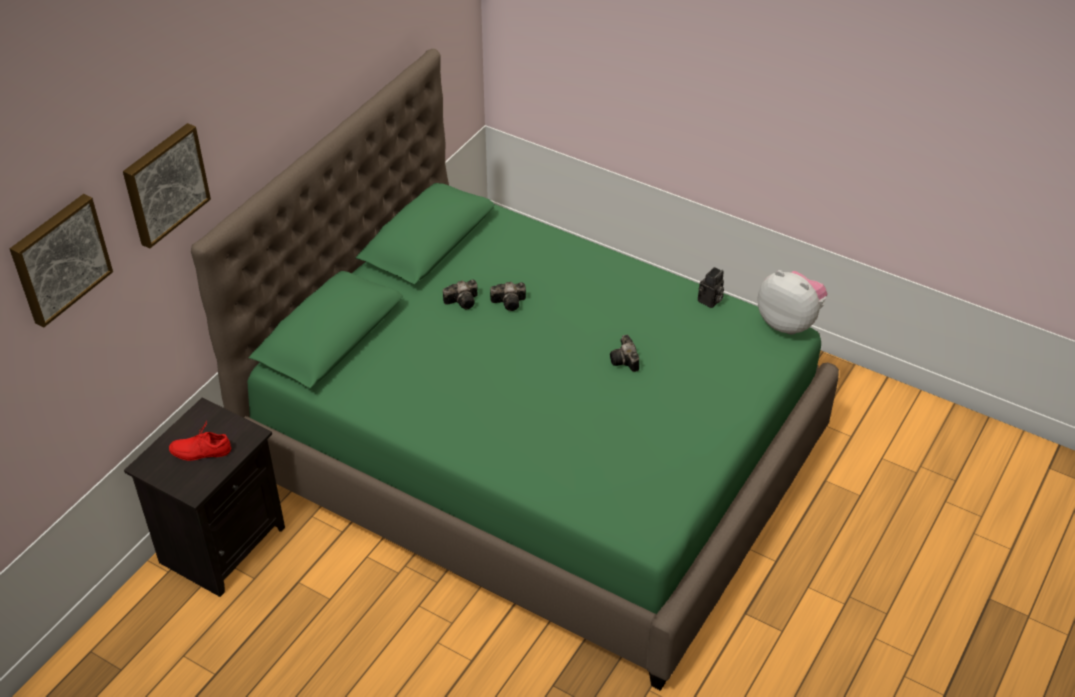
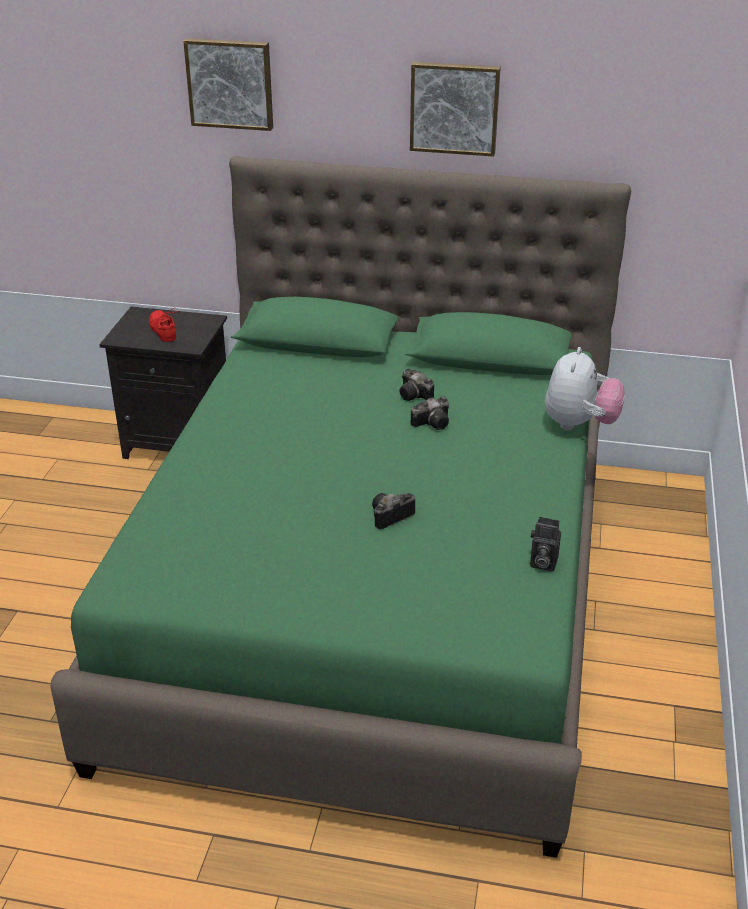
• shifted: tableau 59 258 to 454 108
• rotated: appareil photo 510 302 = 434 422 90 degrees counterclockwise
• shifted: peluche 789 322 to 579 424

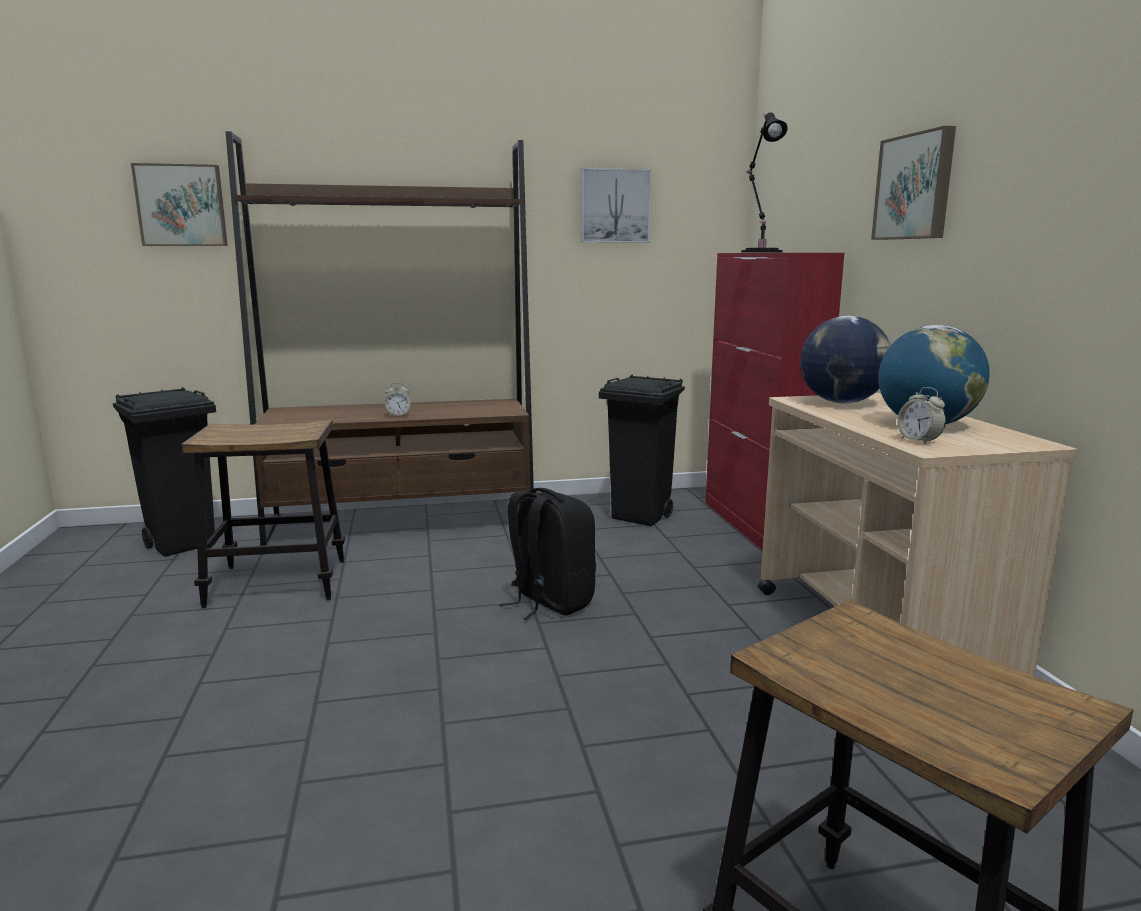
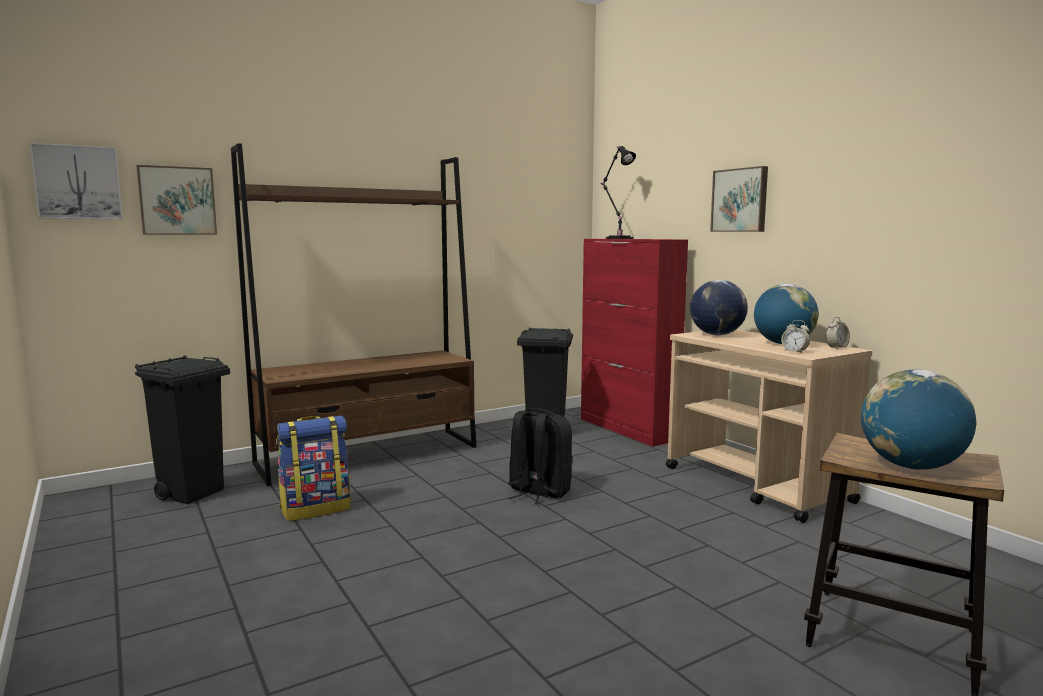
• swapped: tabouret 278 583 to sac à dos 316 508
• shifted: réveil 398 415 to 836 348
• shifted: tableau 614 206 to 78 182
• new: globe 911 466

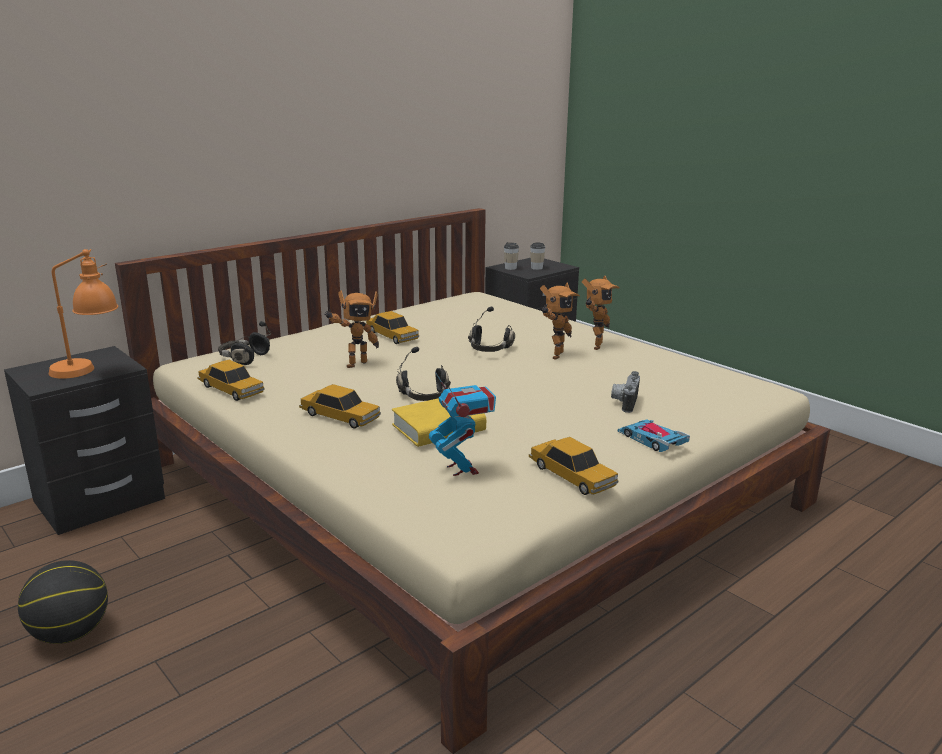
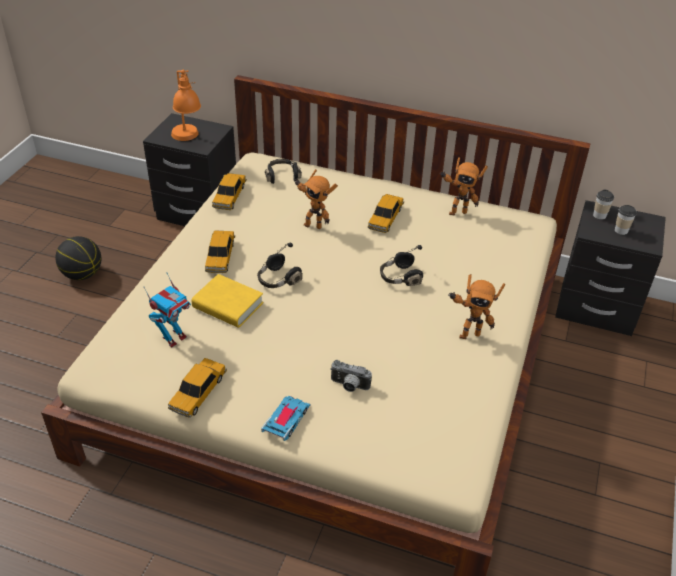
• shifted: robot jouet 554 355 to 457 212
• rotated: appareil photo 623 403 = 349 386 150 degrees counterclockwise

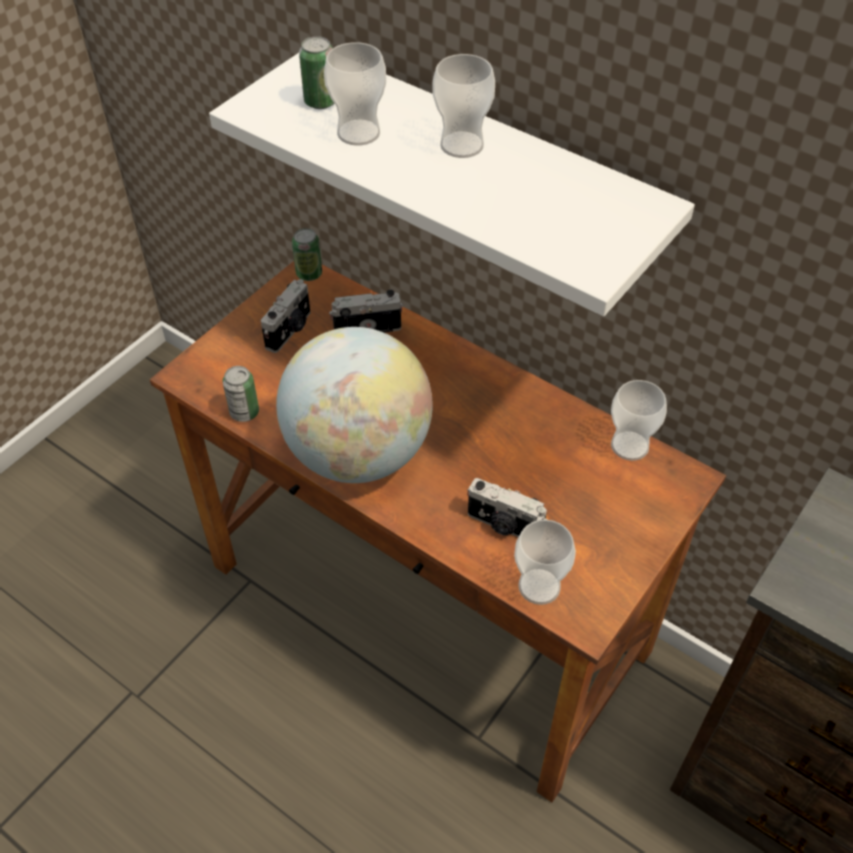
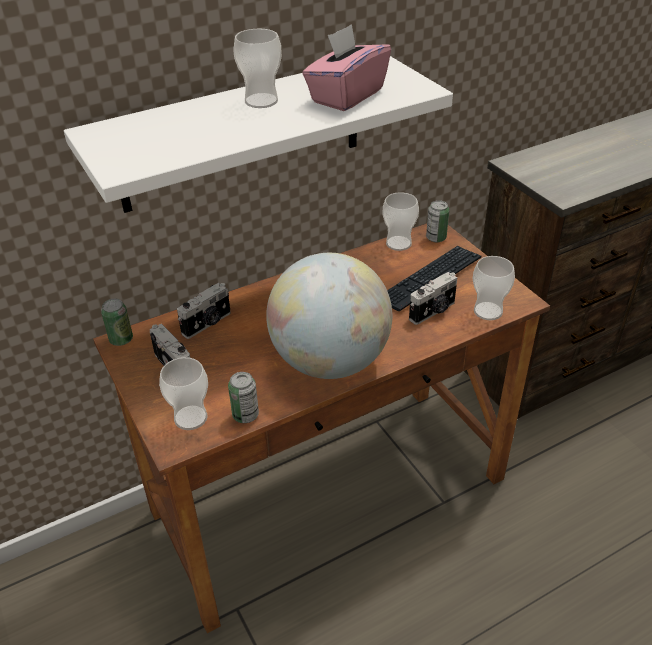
• shifted: boîte métallique 320 102 to 436 238
• shifted: tasse 358 133 to 190 418
• rotated: appareil photo 367 327 = 208 324 150 degrees counterclockwise
• new: boîte à mouchoirs/rose 346 96
• new: clavier 430 279

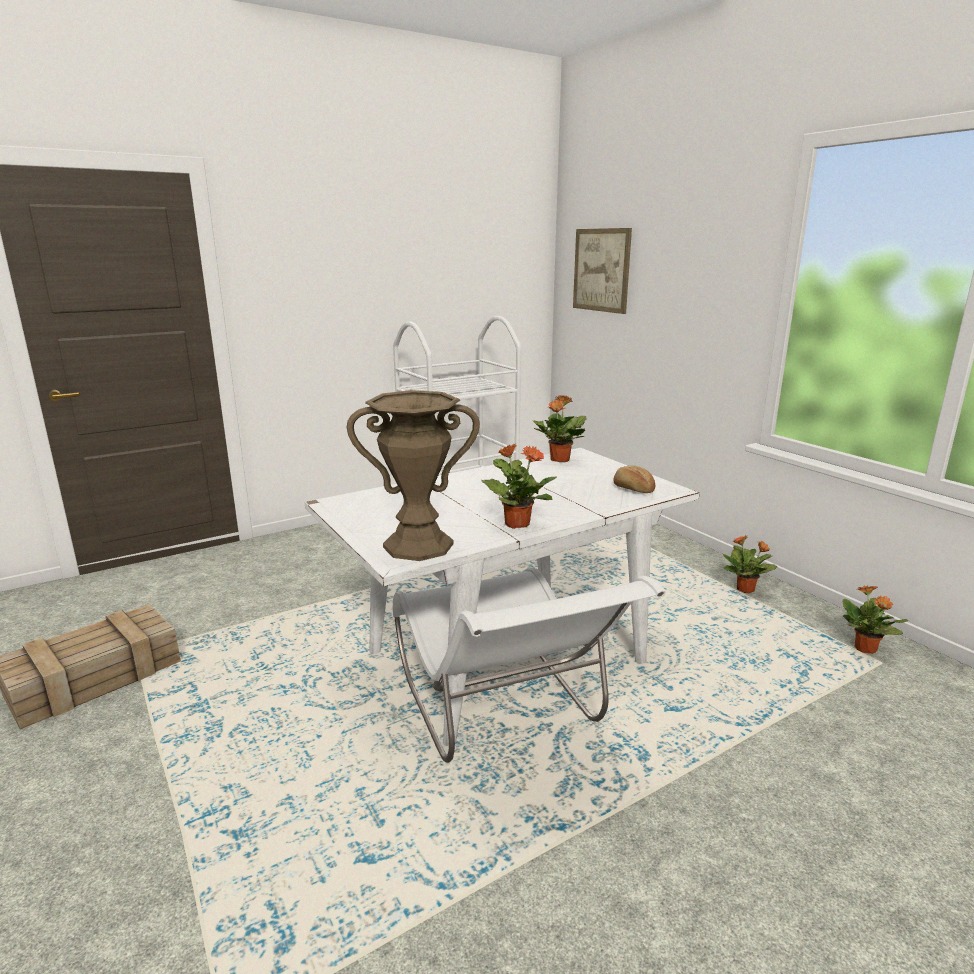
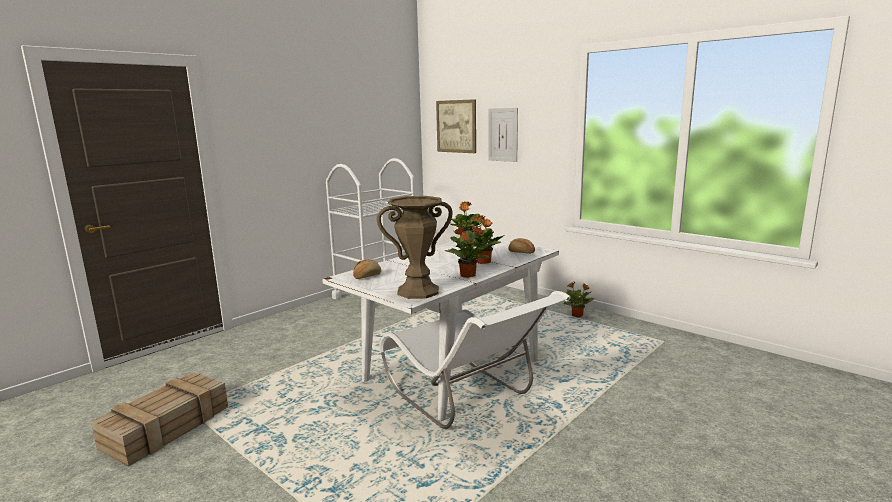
• shifted: plante en pot 865 649 to 484 262
• new: pain 367 276
• new: tableau 503 135

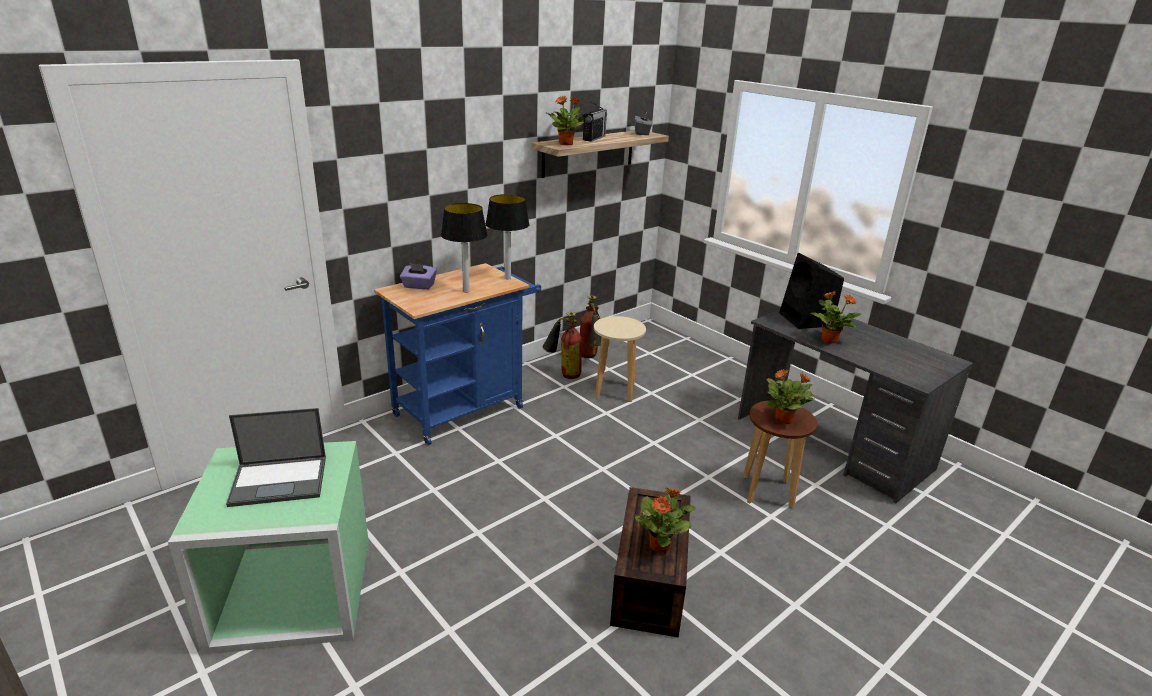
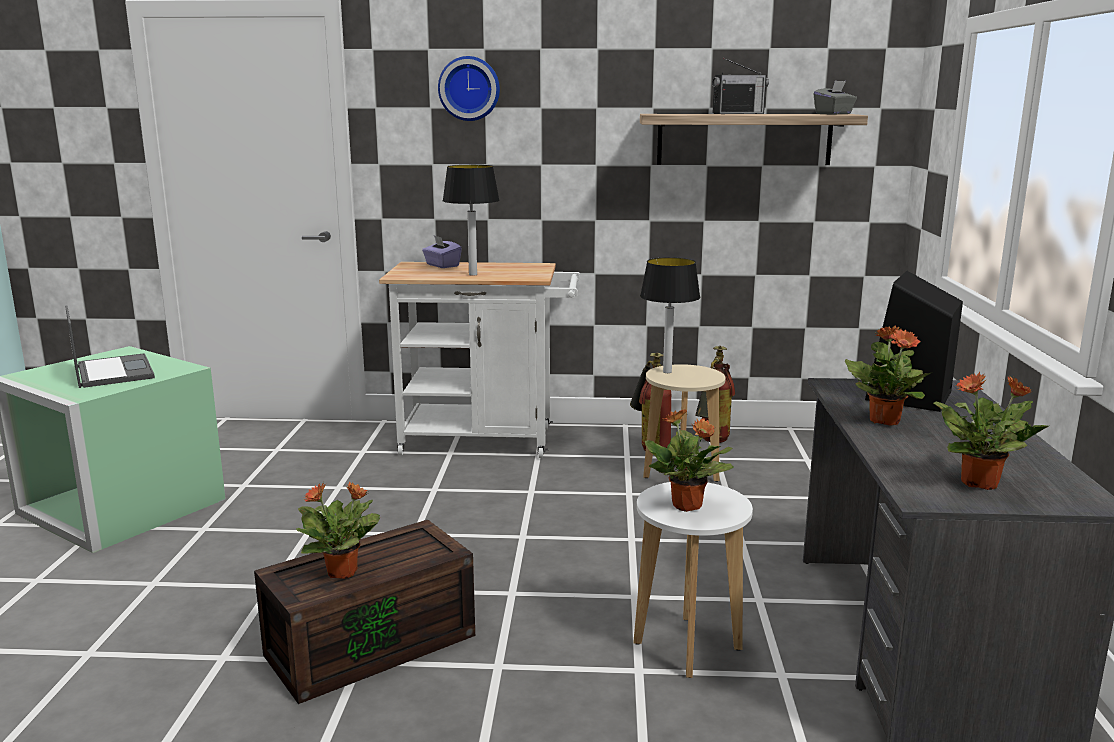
• rotated: ordinateur portable 280 480 = 113 371 150 degrees counterclockwise
• repainted: chariot/bleu 465 408 to chariot/blanc 487 441
• shifted: lampe de table 507 278 to 666 372
• shifted: plante en pot 566 144 to 981 483
• repainted: tabouret/marron 767 492 to tabouret/blanc 686 646
• new: horloge murale 469 88

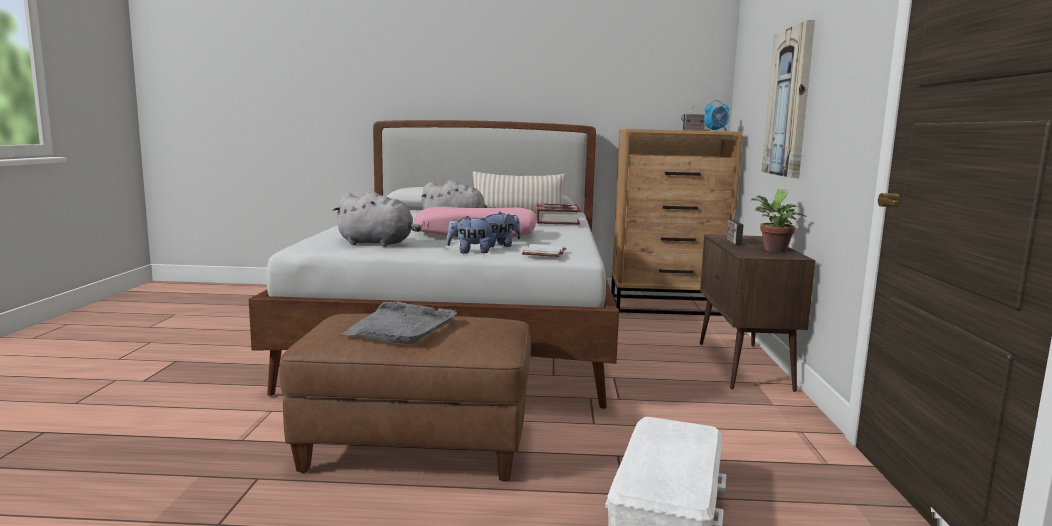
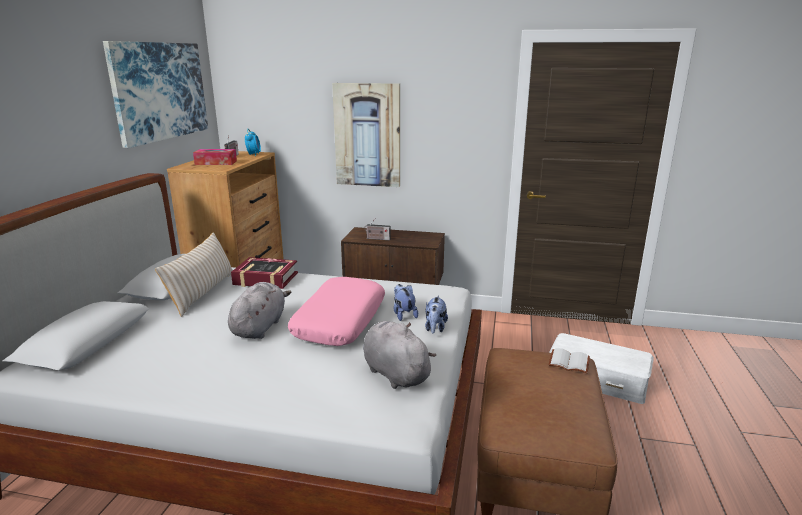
• rotated: peluche/gris 378 244 = 394 372 60 degrees counterclockwise
• gone: plateau/gris 401 327
• shifted: livre/blanc 545 253 to 569 362
• gone: plante en pot 774 250
• new: tableau 160 91
• new: boîte à mouchoirs 216 163

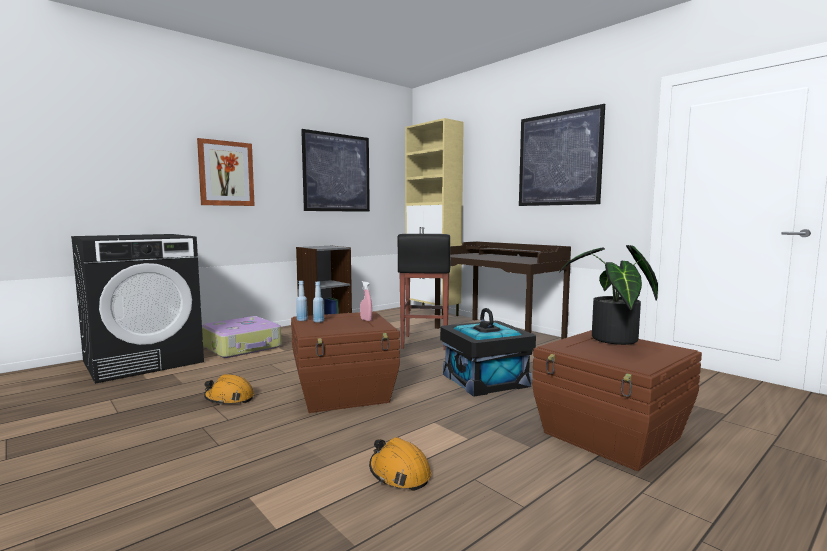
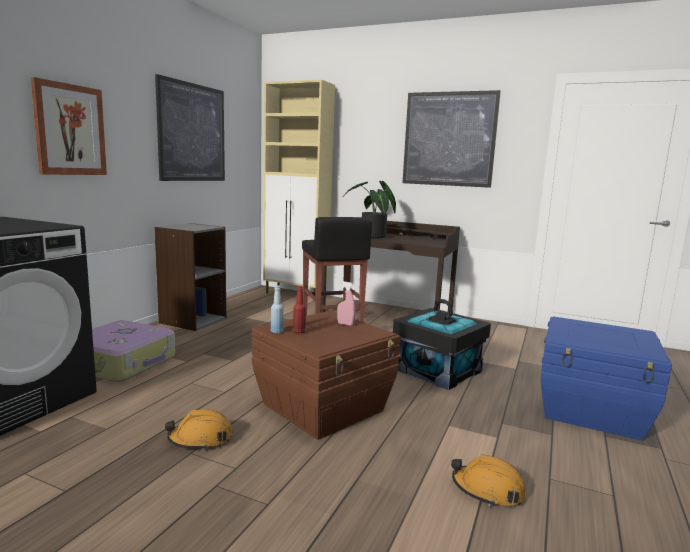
• repainted: bouteille/bleu 318 321 to bouteille/rouge 299 332
• repainted: boîte de rangement/marron 612 436 to boîte de rangement/bleu 592 411
• shifted: plante en pot 612 340 to 372 237

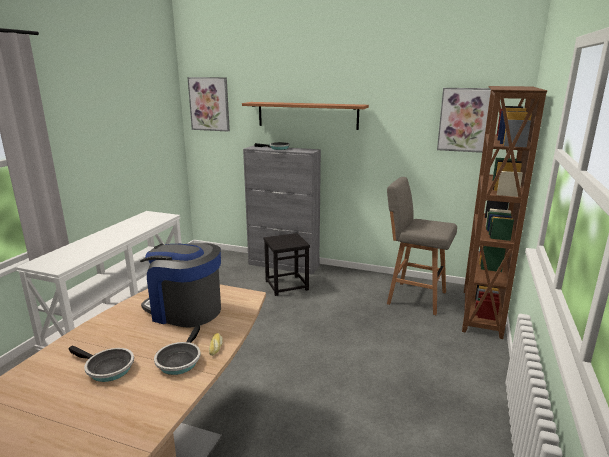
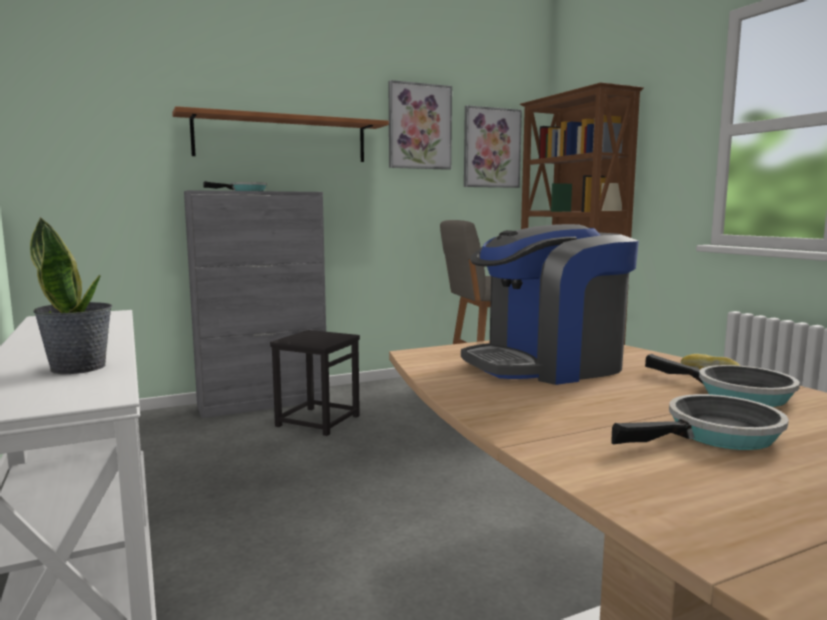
• shifted: tableau 209 104 to 419 126
• new: plante en pot 79 367

